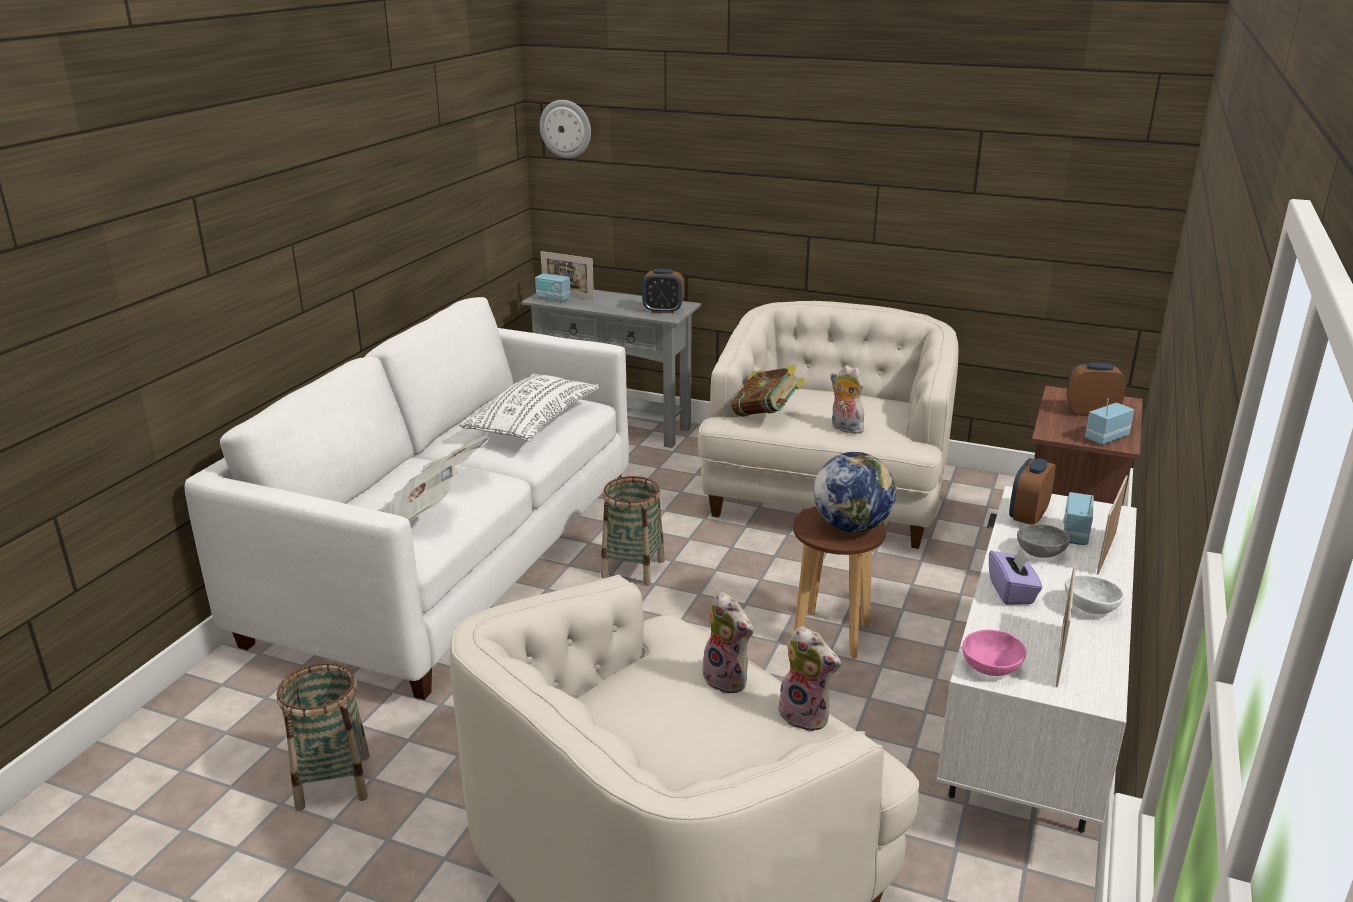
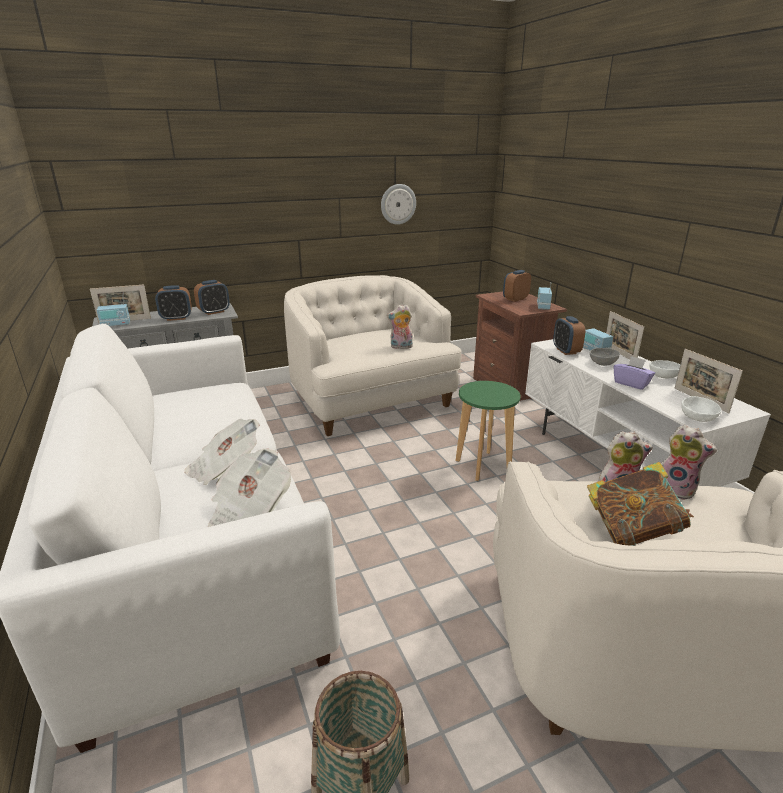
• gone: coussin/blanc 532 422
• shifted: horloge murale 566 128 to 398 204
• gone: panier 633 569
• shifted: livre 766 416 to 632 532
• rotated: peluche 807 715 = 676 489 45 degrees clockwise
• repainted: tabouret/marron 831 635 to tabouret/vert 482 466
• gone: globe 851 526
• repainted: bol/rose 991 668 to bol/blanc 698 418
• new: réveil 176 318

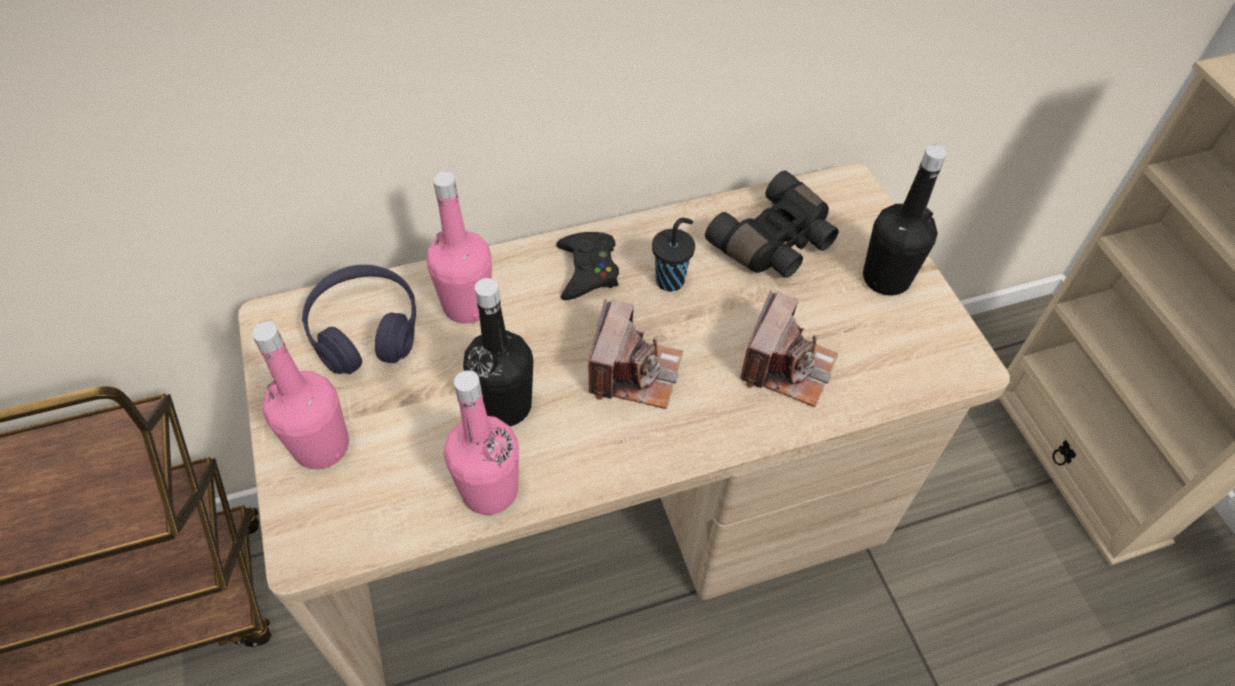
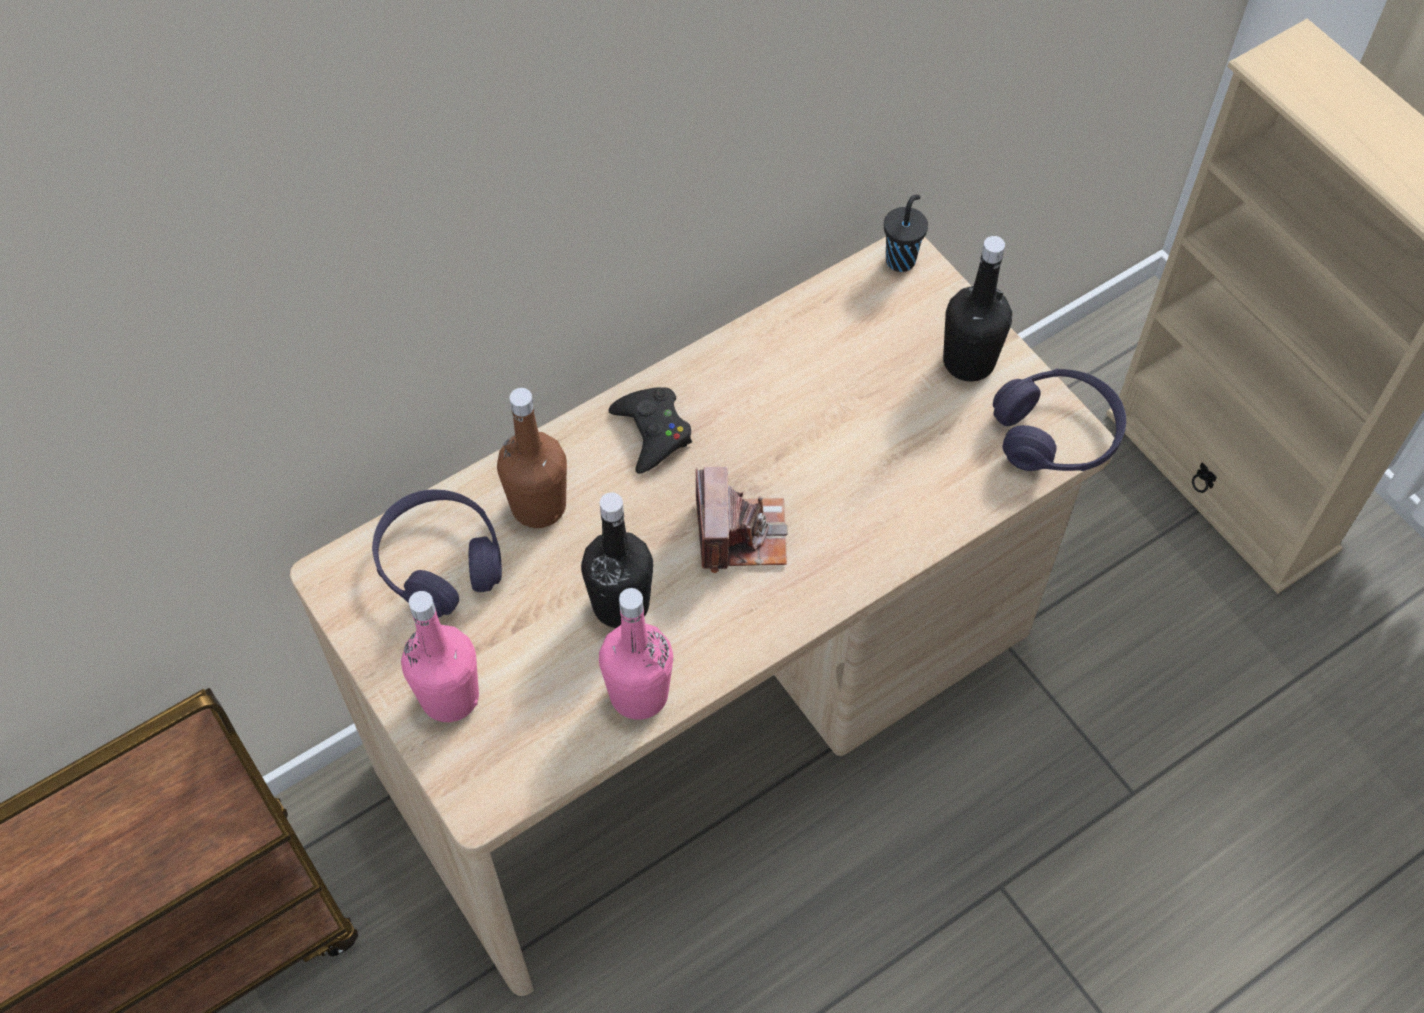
• repainted: bouteille/rose 467 305 to bouteille/marron 538 506
• shifted: tasse/noir 671 280 to 901 259
• gone: jumelles/noir 776 243
• gone: appareil photo 786 366
• new: casque audio/violet 1056 434

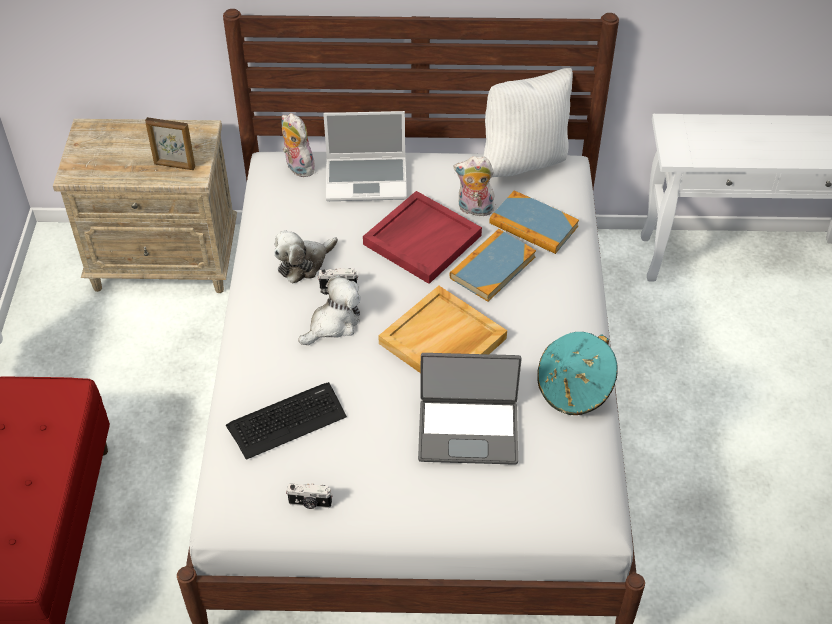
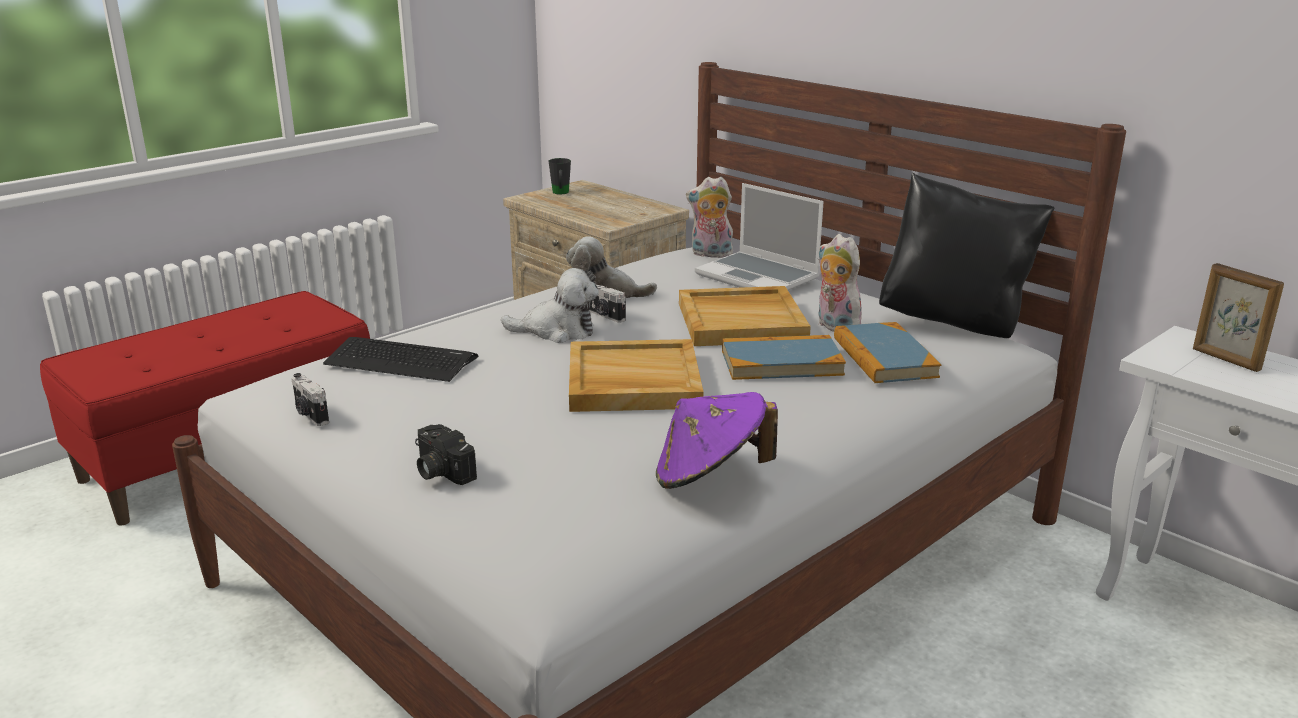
• shifted: cadre photo 174 166 to 1225 360
• rotated: peluche 297 167 = 710 254 90 degrees counterclockwise
• repainted: plateau/rouge 422 239 to plateau/beige 742 321
• gone: ordinateur portable 468 430
• repainted: coussin/blanc 524 162 to coussin/noir 954 324
• repainted: chapeau/turquoise 574 389 to chapeau/violet 710 476
• new: appareil photo 440 471
• new: mug/noir 560 193

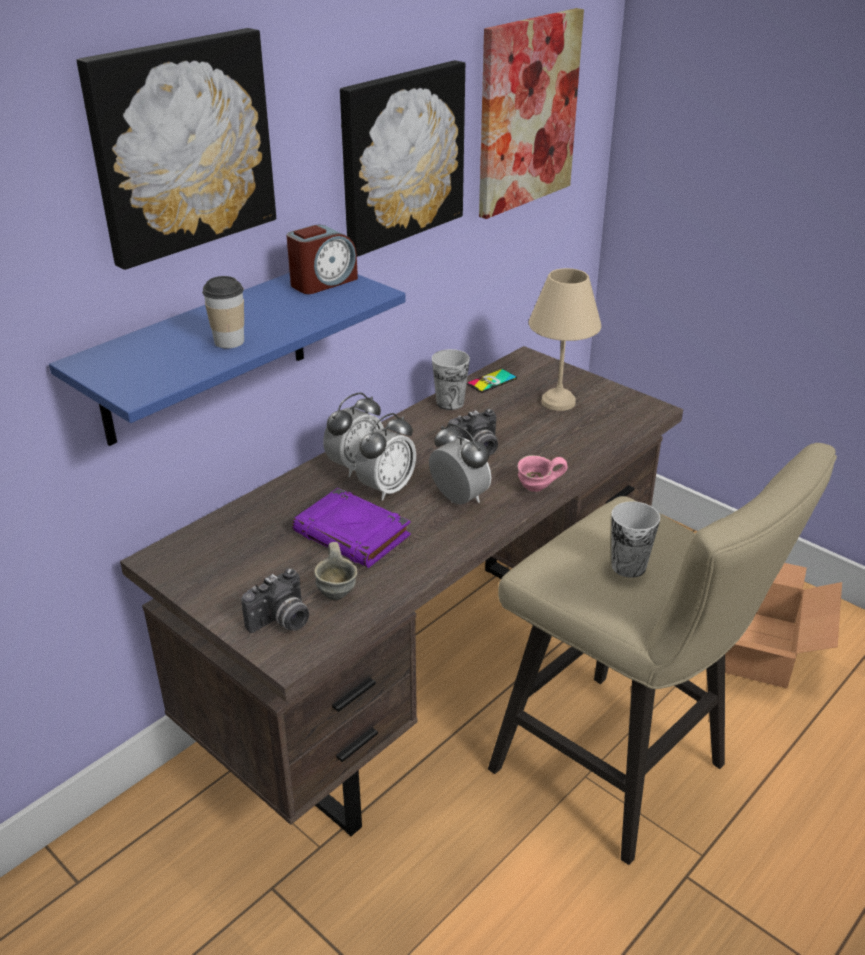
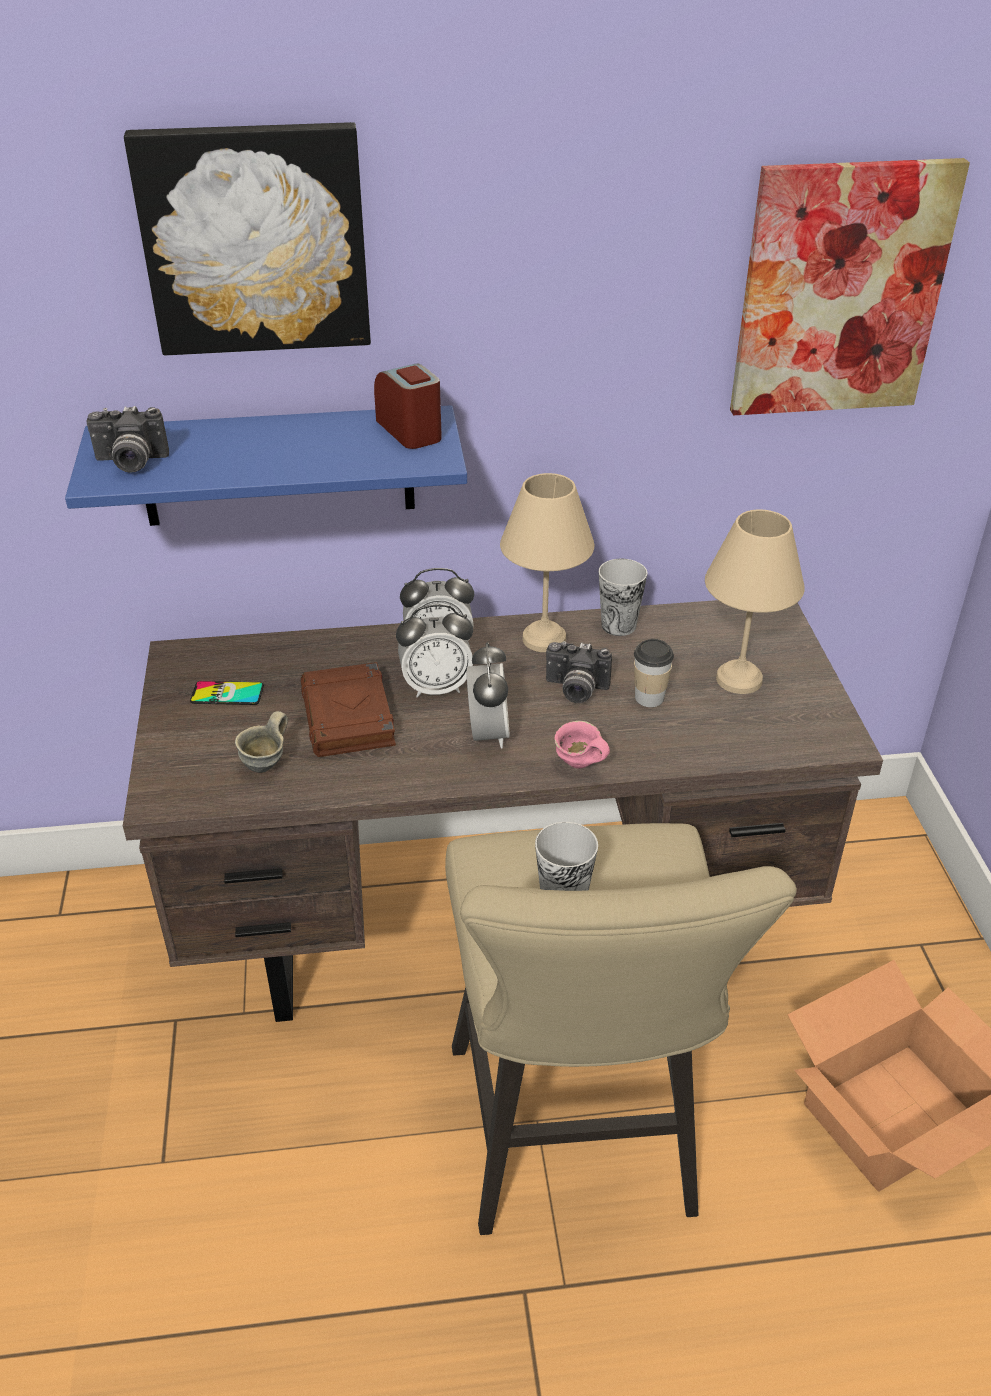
• shifted: tasse 229 341 to 649 697
• shifted: appareil photo 281 622 to 130 463
• rotated: réveil 323 282 = 410 431 120 degrees counterclockwise
• repainted: livre/violet 353 534 to livre/marron 349 717
• gone: tableau 400 156
• shifted: téléphone 492 381 to 227 694
• new: lampe de table/beige 542 639

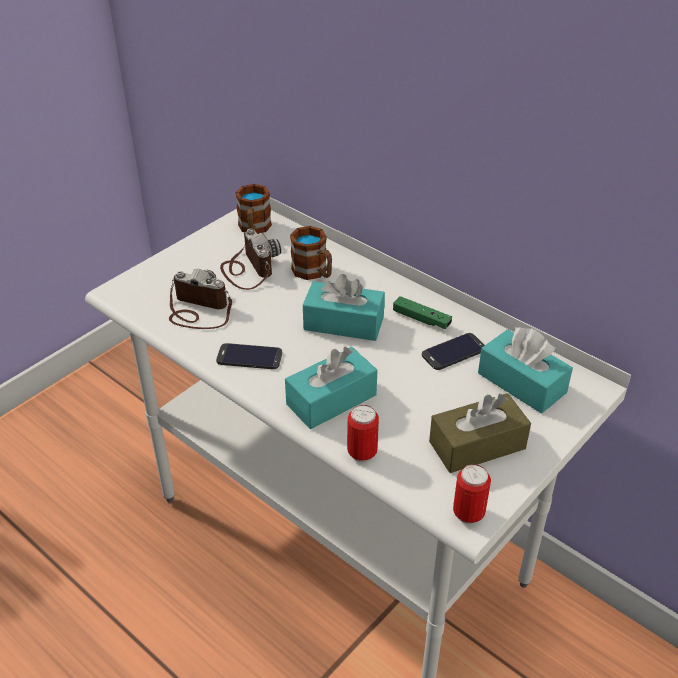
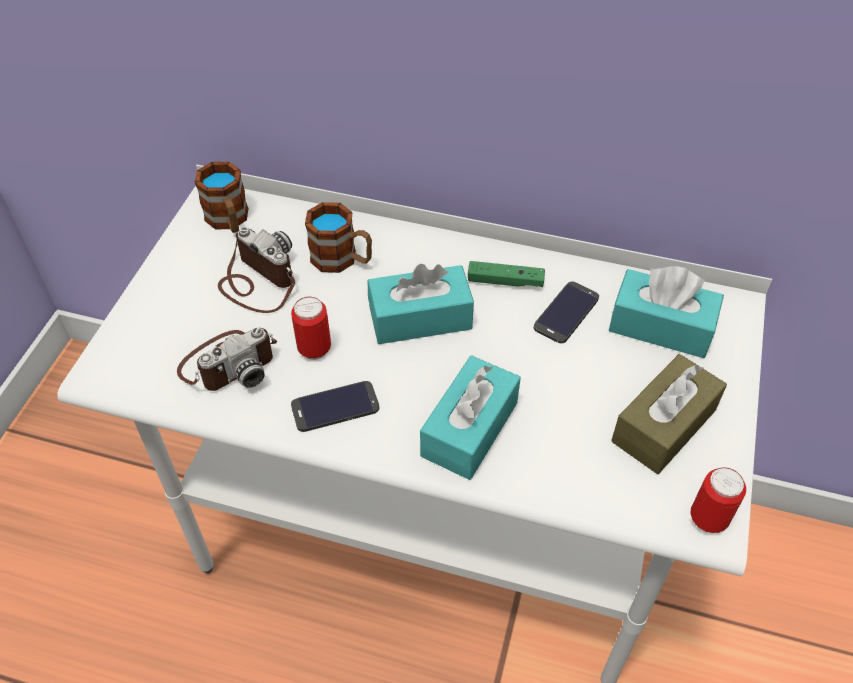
• rotated: appareil photo 198 310 = 229 363 150 degrees clockwise
• shifted: boîte métallique 362 453 to 314 349

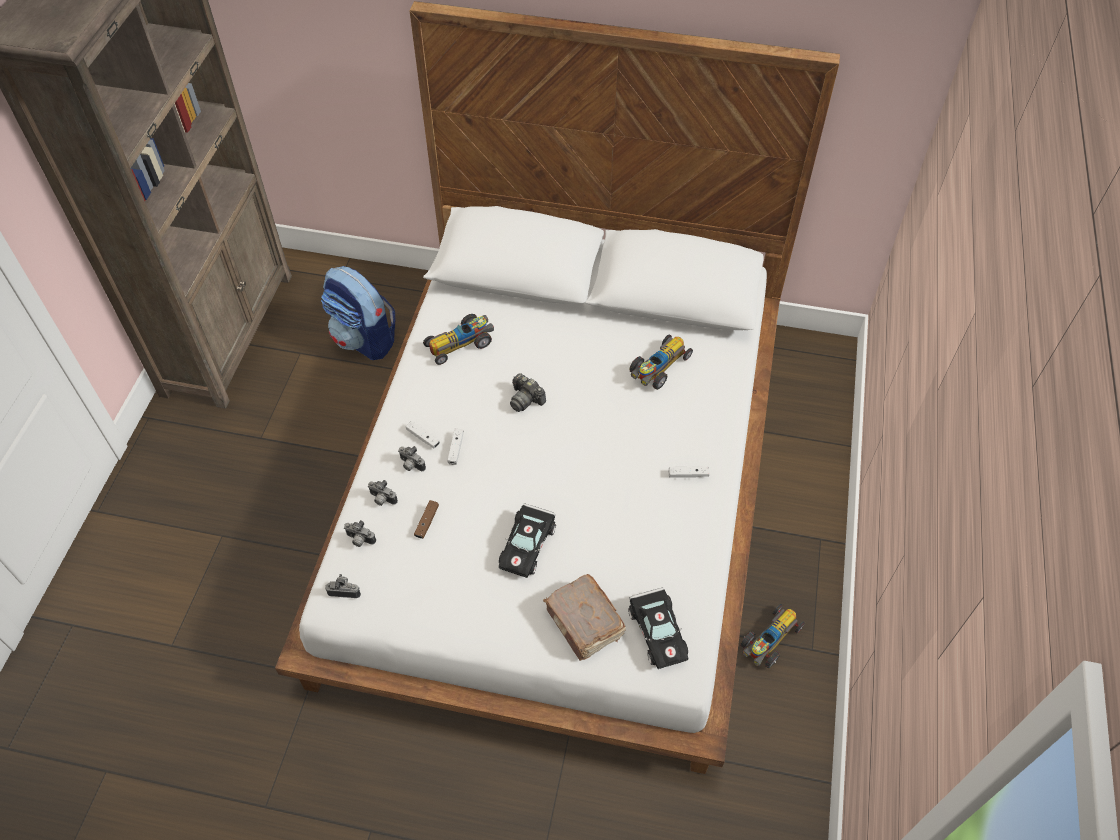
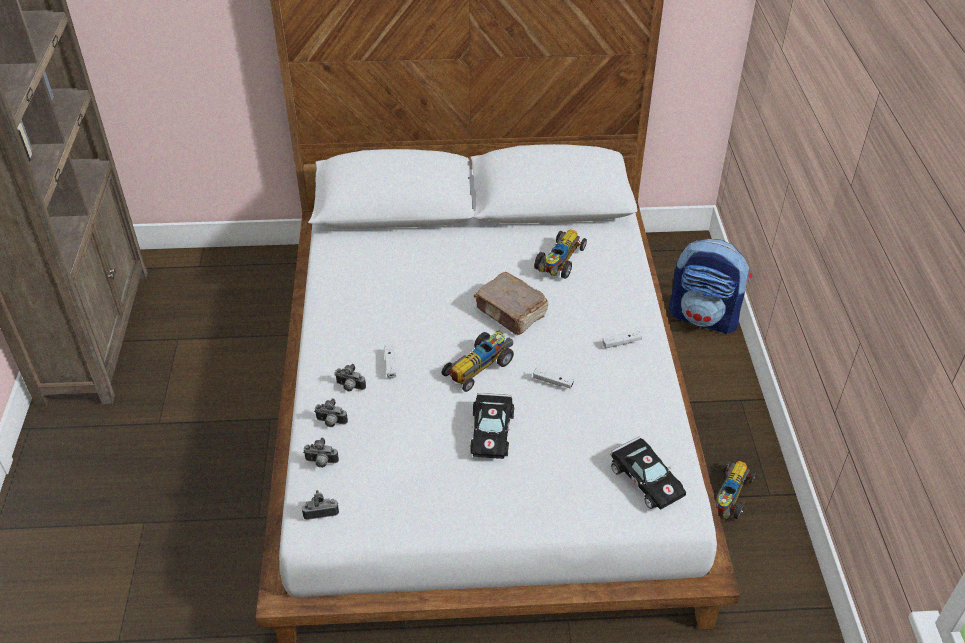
• shifted: sac à dos 364 339 to 704 317
• shifted: manette/blanc 423 437 to 553 382
• gone: manette/marron 427 522
• shifted: petite voiture 461 343 to 480 366
• gone: appareil photo 526 399
• shifted: livre/marron 584 624 to 511 312

